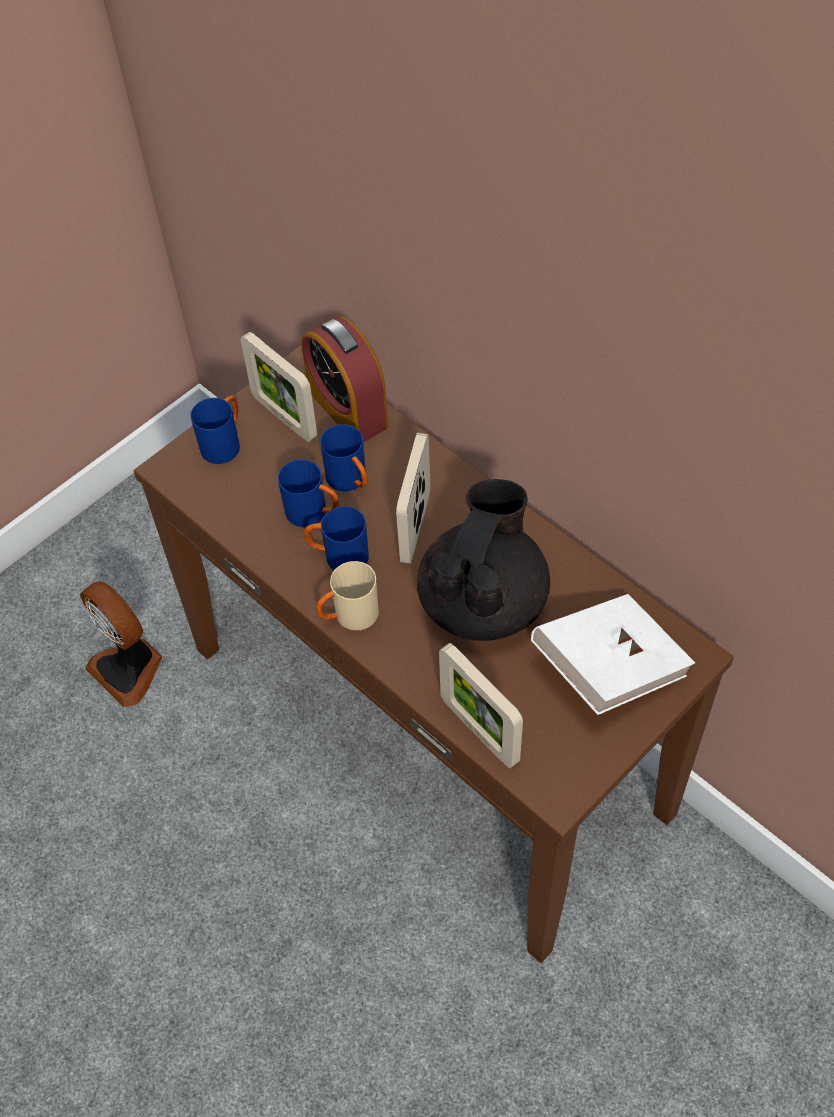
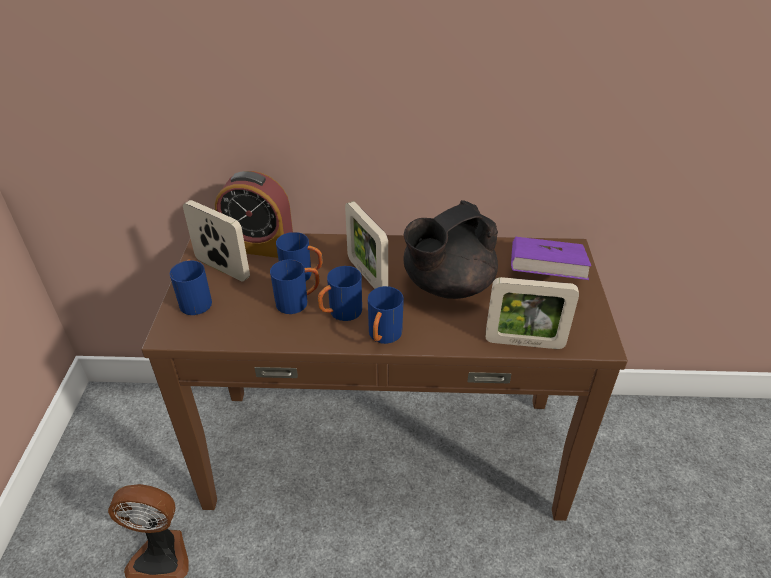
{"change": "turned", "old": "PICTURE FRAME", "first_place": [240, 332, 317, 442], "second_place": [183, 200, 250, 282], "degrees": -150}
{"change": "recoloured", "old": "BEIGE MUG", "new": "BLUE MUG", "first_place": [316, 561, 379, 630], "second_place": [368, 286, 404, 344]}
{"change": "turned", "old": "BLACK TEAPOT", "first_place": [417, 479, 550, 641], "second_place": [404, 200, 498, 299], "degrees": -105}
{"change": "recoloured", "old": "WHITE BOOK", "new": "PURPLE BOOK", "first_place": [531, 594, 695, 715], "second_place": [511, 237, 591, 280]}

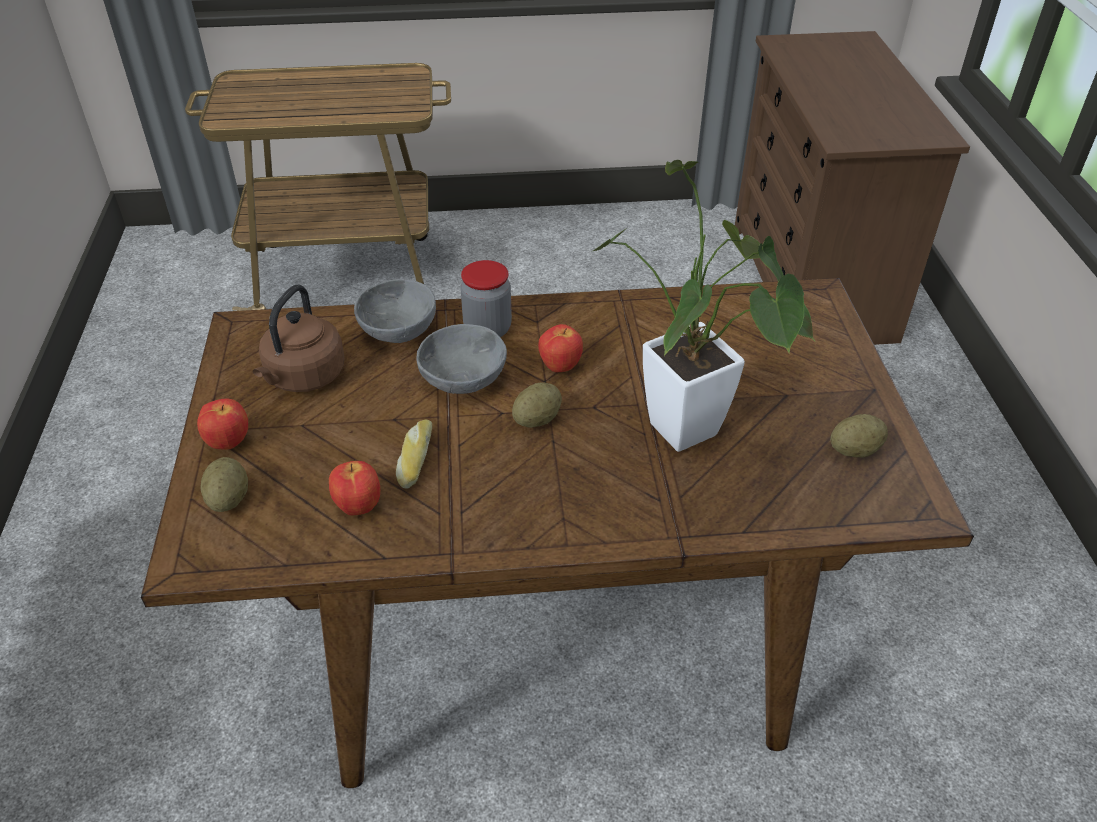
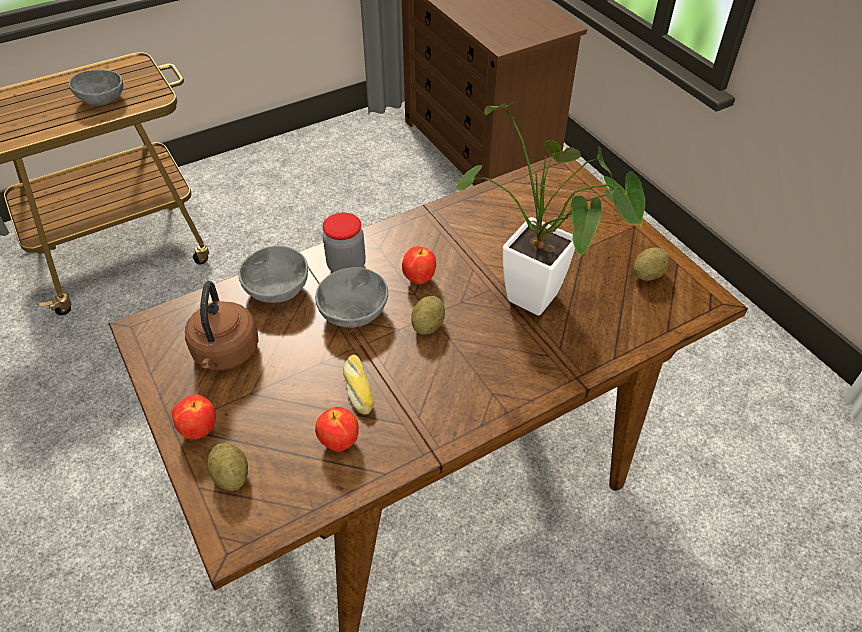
{"change": "added", "new": "GREY BOWL", "second_place": [69, 70, 123, 105]}

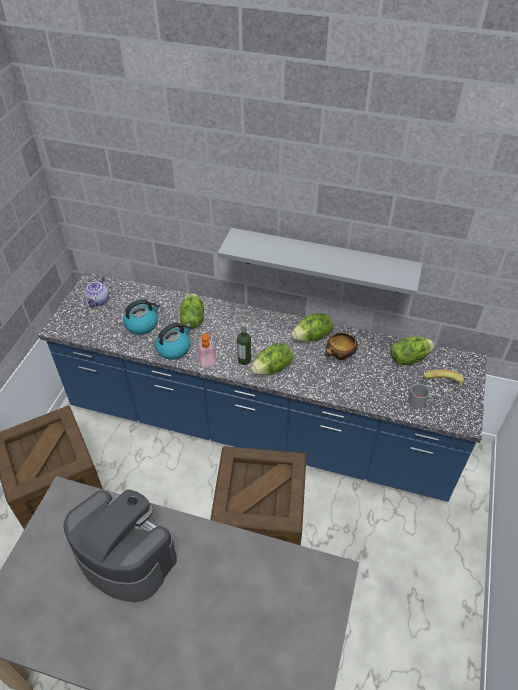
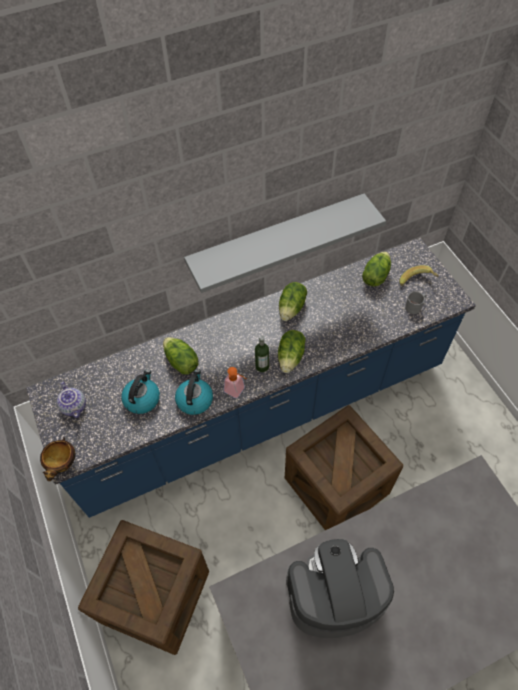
{"change": "moved", "old": "BOWL", "first_place": [325, 332, 358, 360], "second_place": [40, 437, 75, 481]}

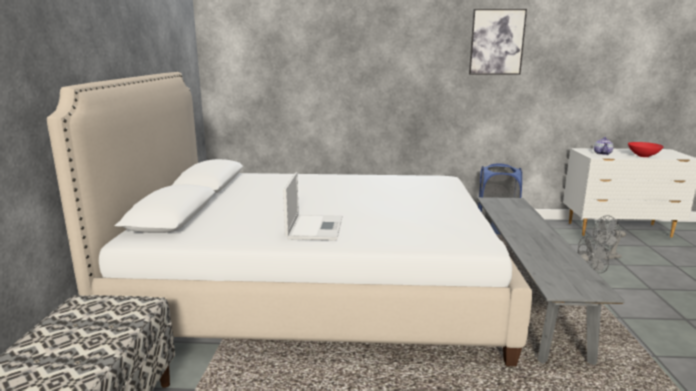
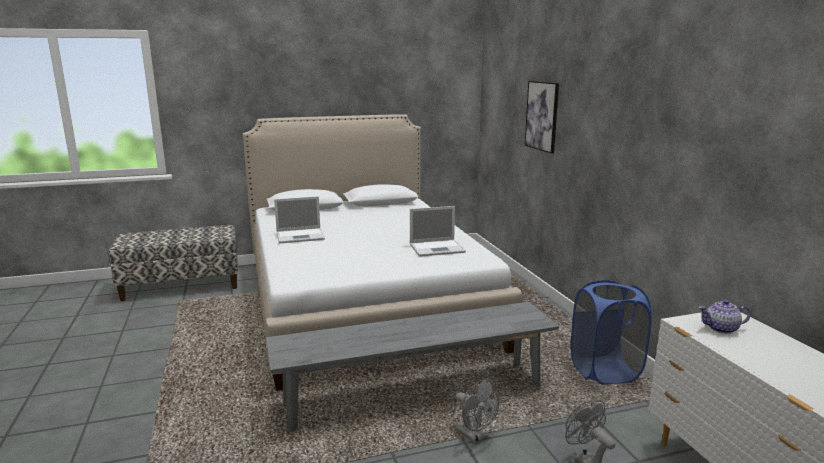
{"change": "added", "new": "LAPTOP", "second_place": [410, 206, 466, 257]}
{"change": "moved", "old": "PICTURE", "first_place": [469, 9, 527, 75], "second_place": [525, 81, 559, 154]}
{"change": "removed", "old": "RED BOWL", "first_place": [628, 142, 664, 157]}

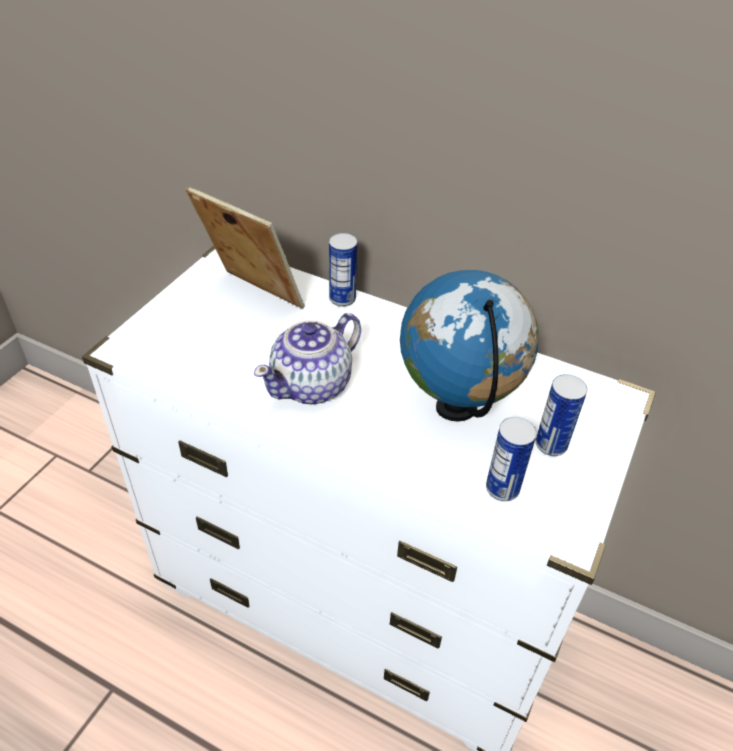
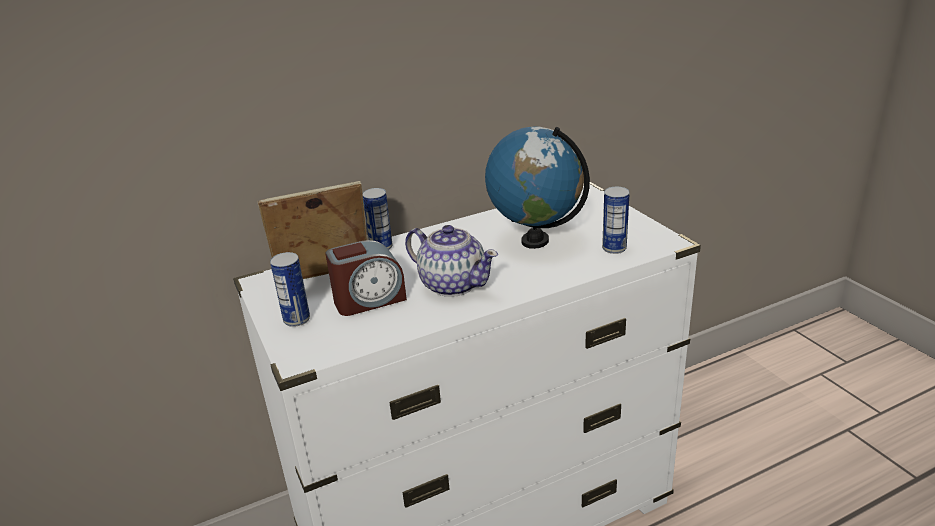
{"change": "moved", "old": "CAN", "first_place": [536, 374, 588, 456], "second_place": [270, 252, 310, 327]}
{"change": "added", "new": "ALARM CLOCK", "second_place": [325, 240, 407, 316]}
{"change": "turned", "old": "TEAPOT", "first_place": [254, 313, 361, 405], "second_place": [405, 225, 498, 297], "degrees": -45}

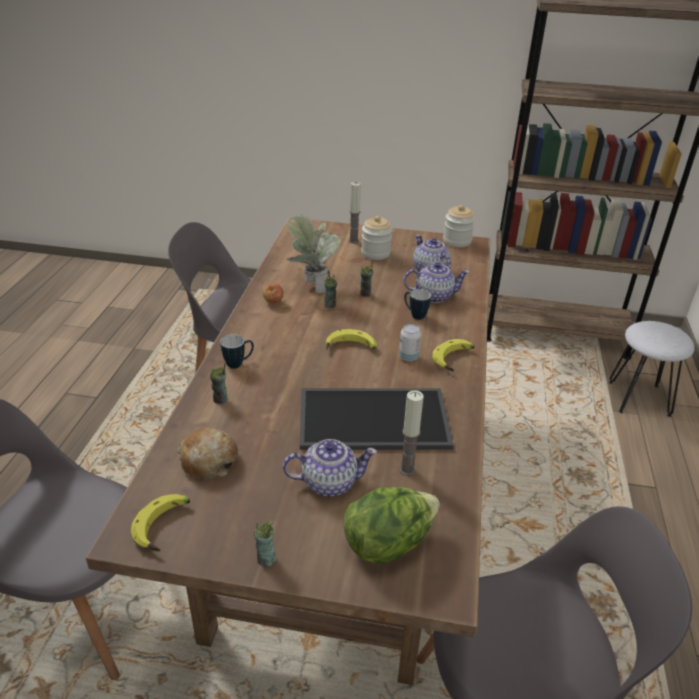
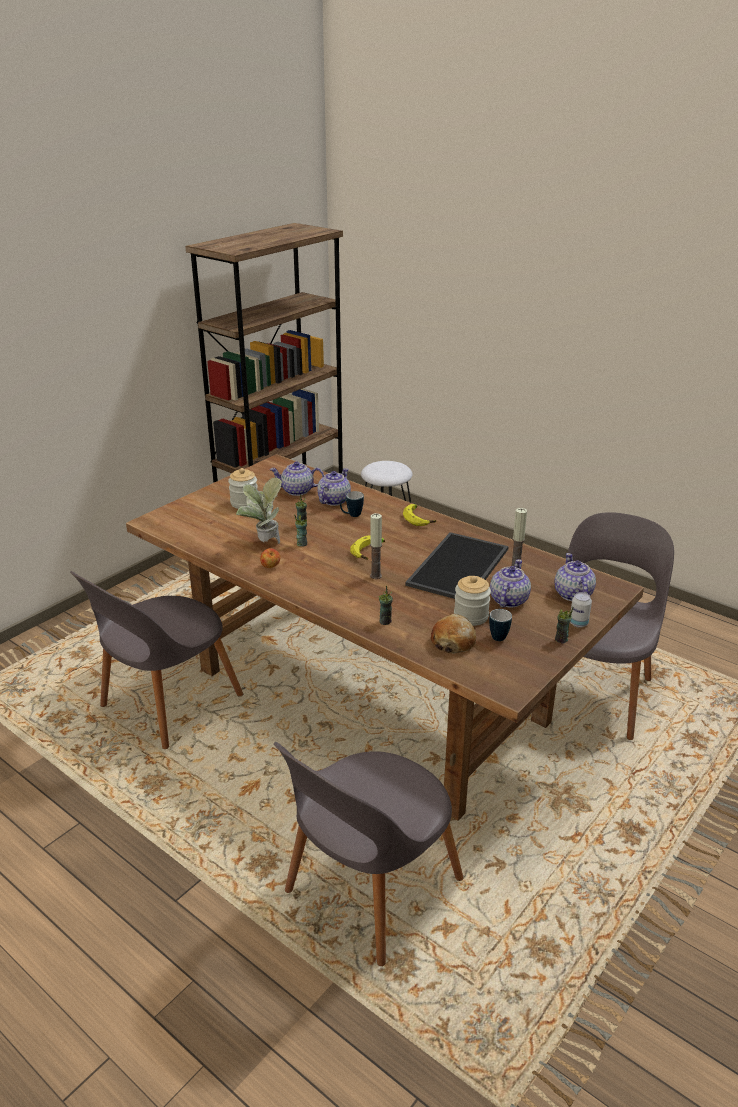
{"change": "moved", "old": "CANDLE", "first_place": [349, 182, 361, 244], "second_place": [370, 513, 382, 579]}
{"change": "moved", "old": "JAR", "first_place": [443, 205, 475, 247], "second_place": [454, 576, 491, 626]}
{"change": "moved", "old": "MUG", "first_place": [220, 334, 254, 369], "second_place": [489, 609, 512, 641]}
{"change": "replaced", "old": "LETTUCE", "new": "TEAPOT", "first_place": [343, 487, 440, 563], "second_place": [554, 553, 596, 601]}
{"change": "moved", "old": "CAN", "first_place": [399, 324, 421, 361], "second_place": [570, 592, 592, 628]}
{"change": "removed", "old": "BANANA", "first_place": [131, 494, 190, 551]}

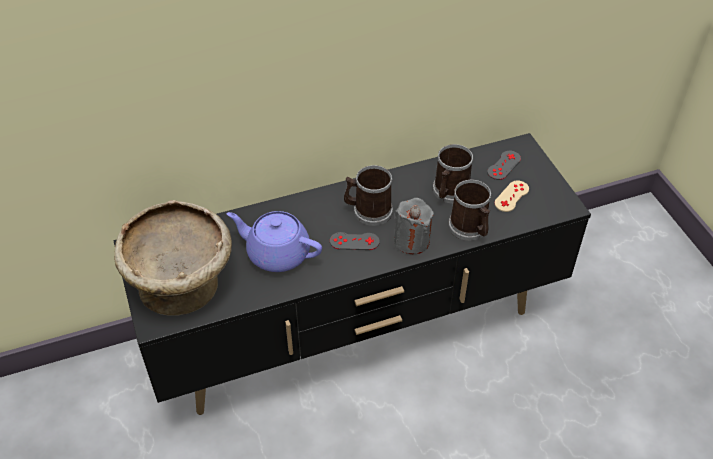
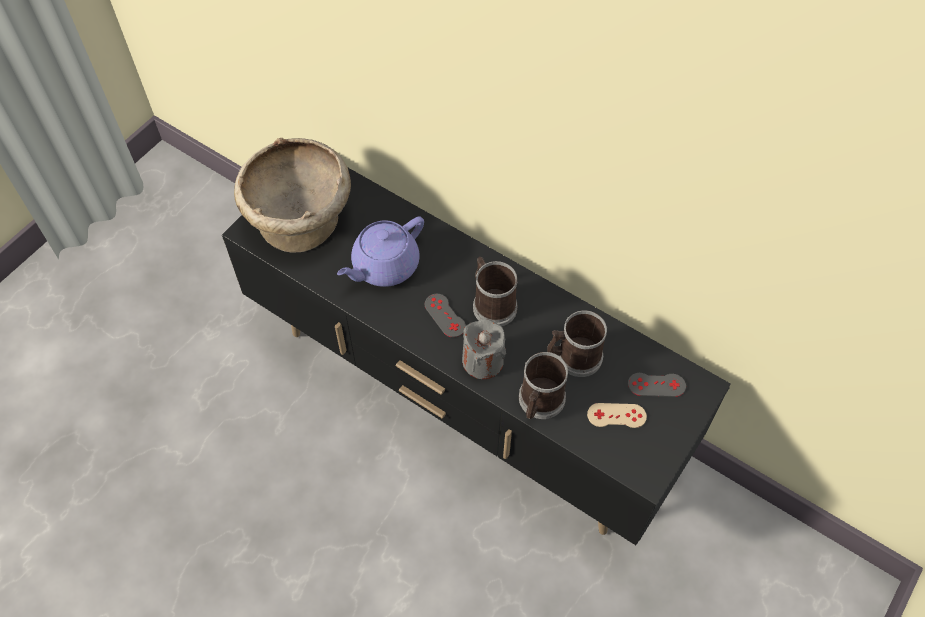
{"change": "turned", "old": "PURPLE TEAPOT", "first_place": [227, 211, 322, 272], "second_place": [337, 217, 424, 287], "degrees": -120}

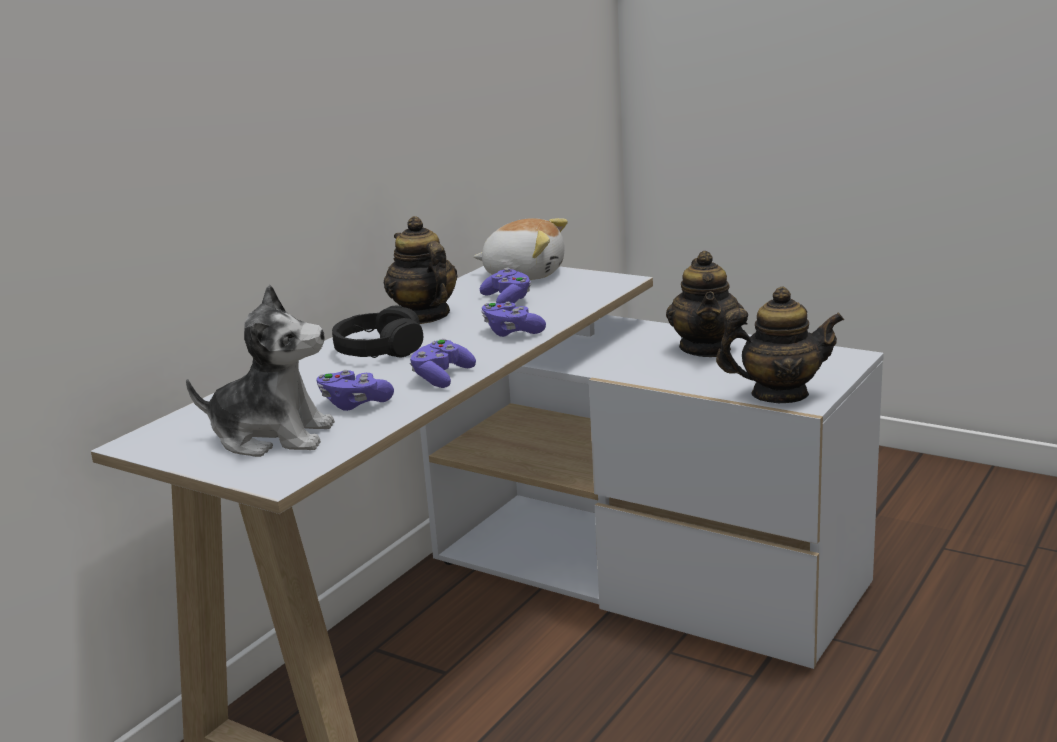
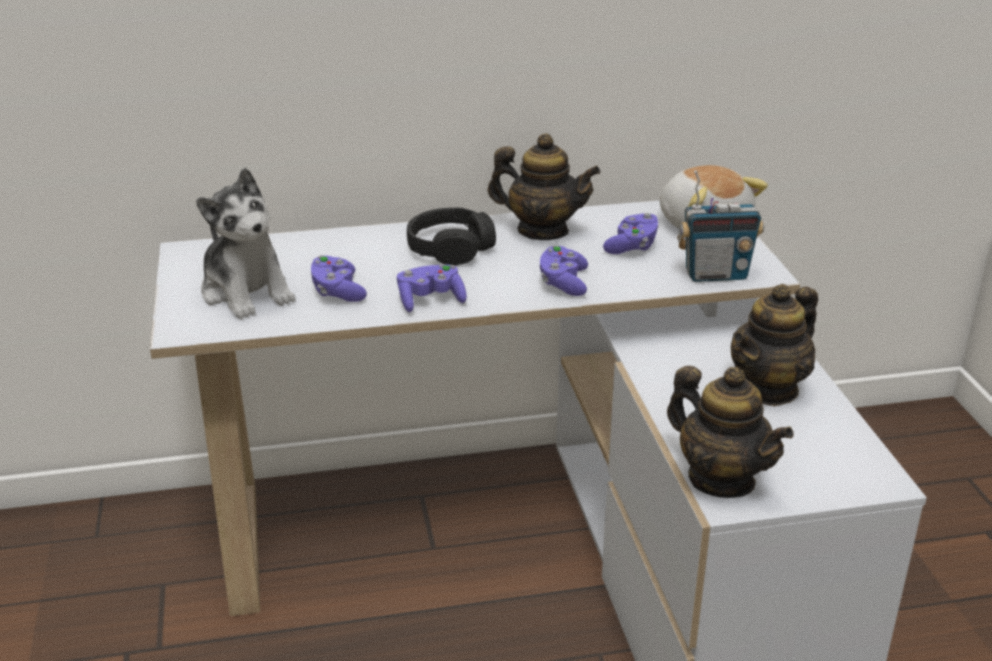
{"change": "turned", "old": "TEAPOT", "first_place": [384, 216, 457, 324], "second_place": [488, 133, 600, 240], "degrees": 90}
{"change": "added", "new": "RADIO", "second_place": [678, 170, 764, 282]}

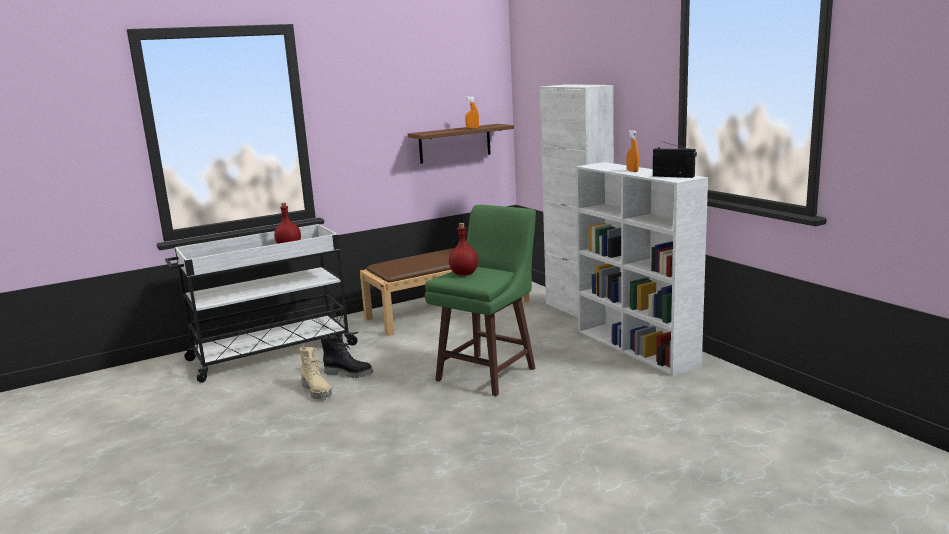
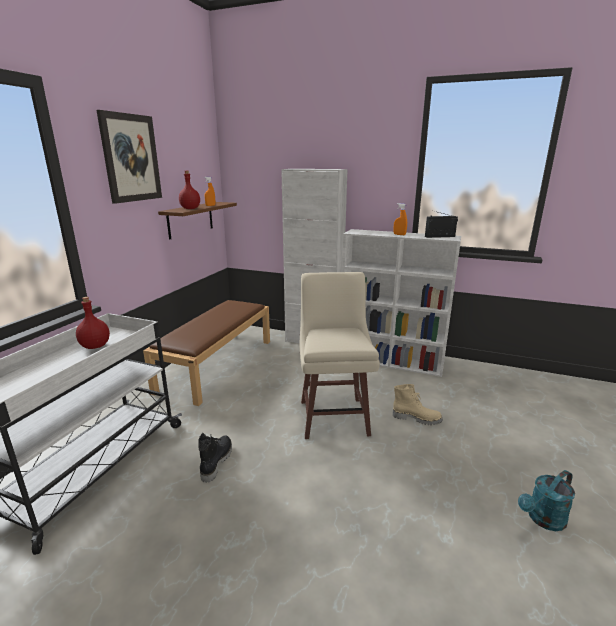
{"change": "added", "new": "PICTURE", "second_place": [96, 110, 162, 204]}
{"change": "moved", "old": "RED BOTTLE", "first_place": [449, 223, 478, 275], "second_place": [179, 171, 200, 209]}
{"change": "turned", "old": "BLACK BOOT", "first_place": [320, 334, 373, 378], "second_place": [198, 433, 232, 483], "degrees": -60}
{"change": "recoloured", "old": "GREEN STOOL", "new": "BEIGE STOOL", "first_place": [425, 205, 536, 396], "second_place": [299, 272, 380, 439]}
{"change": "moved", "old": "BEIGE BOOT", "first_place": [299, 347, 332, 399], "second_place": [393, 384, 443, 425]}
{"change": "added", "new": "TURQUOISE WATERING CAN", "second_place": [518, 470, 575, 531]}

